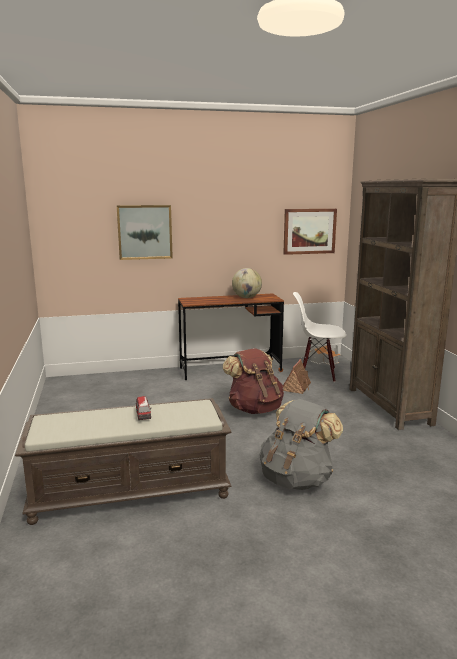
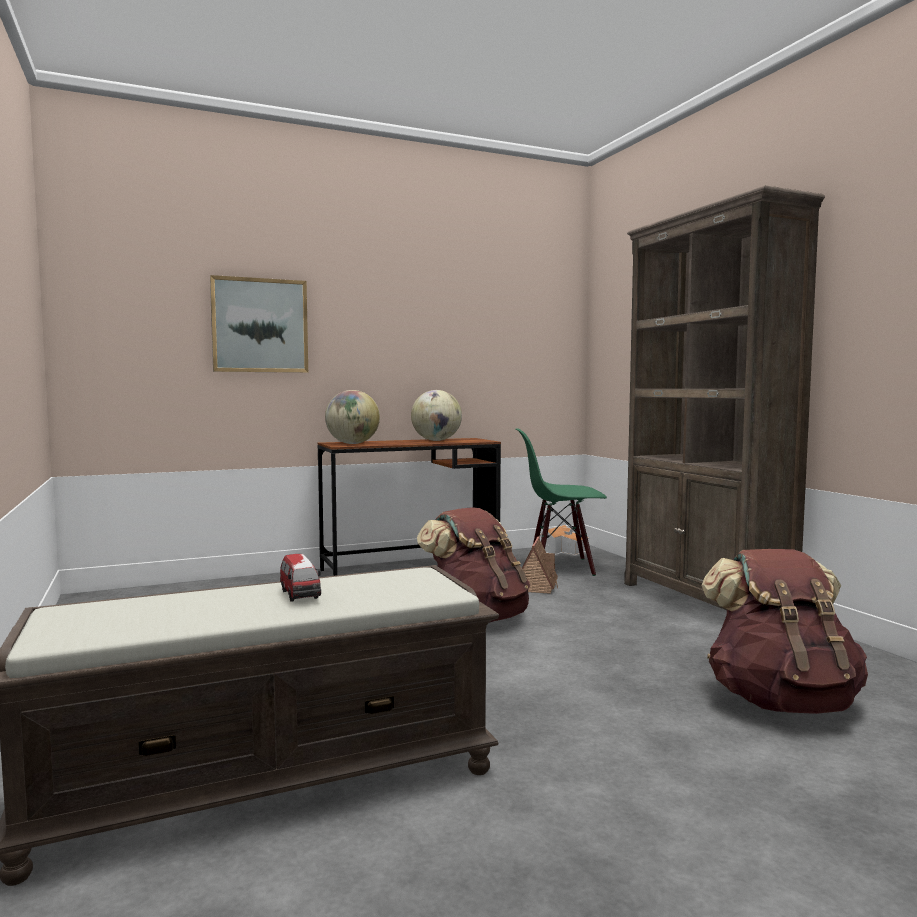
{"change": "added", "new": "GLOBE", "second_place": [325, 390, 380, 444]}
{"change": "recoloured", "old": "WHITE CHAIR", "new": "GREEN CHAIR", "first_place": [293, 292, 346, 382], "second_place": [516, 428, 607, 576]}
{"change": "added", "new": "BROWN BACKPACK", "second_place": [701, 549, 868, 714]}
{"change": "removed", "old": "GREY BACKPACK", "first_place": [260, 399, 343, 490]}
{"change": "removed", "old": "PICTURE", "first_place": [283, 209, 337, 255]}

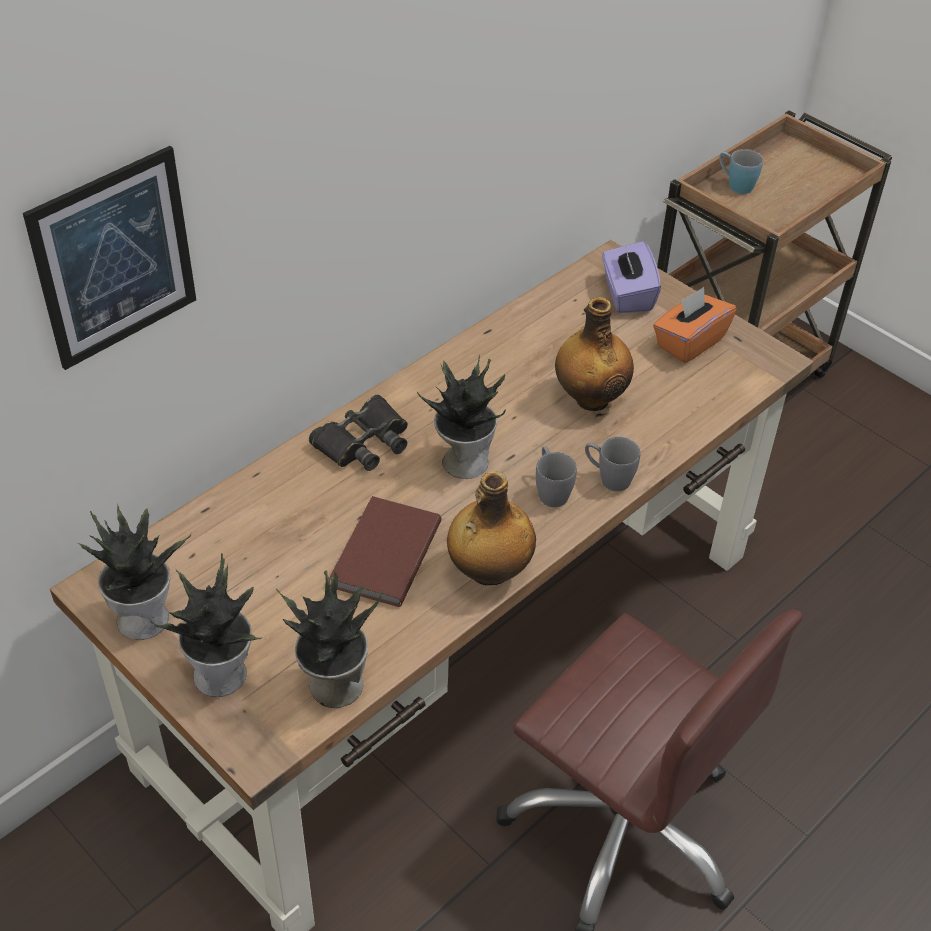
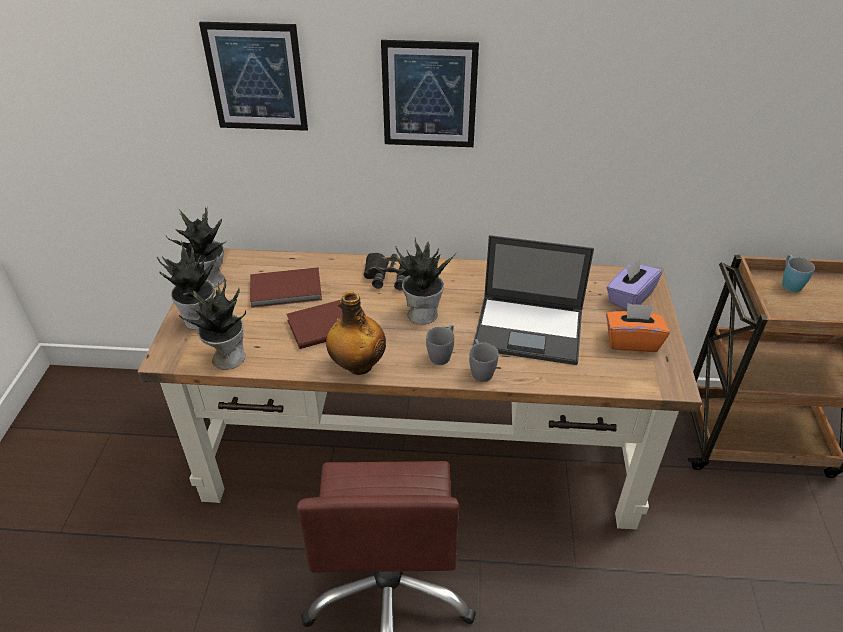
{"change": "added", "new": "BROWN BOOK", "second_place": [250, 267, 322, 308]}
{"change": "added", "new": "PICTURE", "second_place": [381, 40, 479, 147]}
{"change": "replaced", "old": "BOTTLE", "new": "LAPTOP", "first_place": [555, 297, 634, 411], "second_place": [473, 235, 594, 365]}

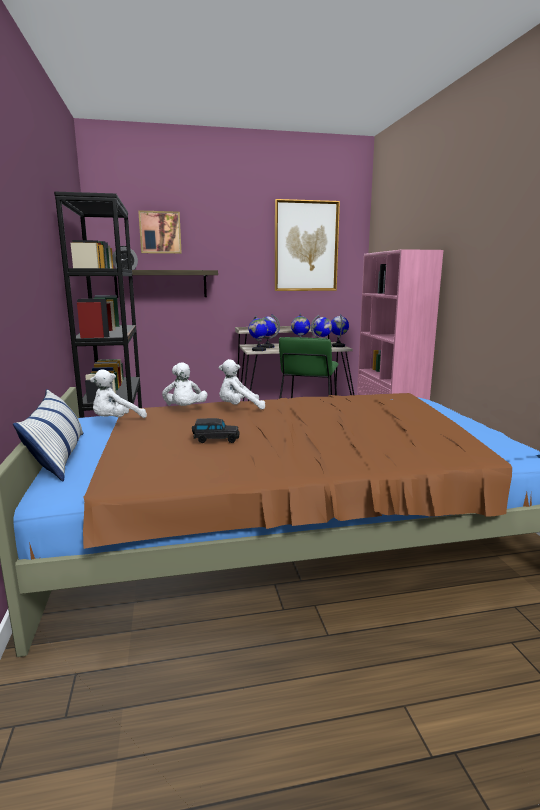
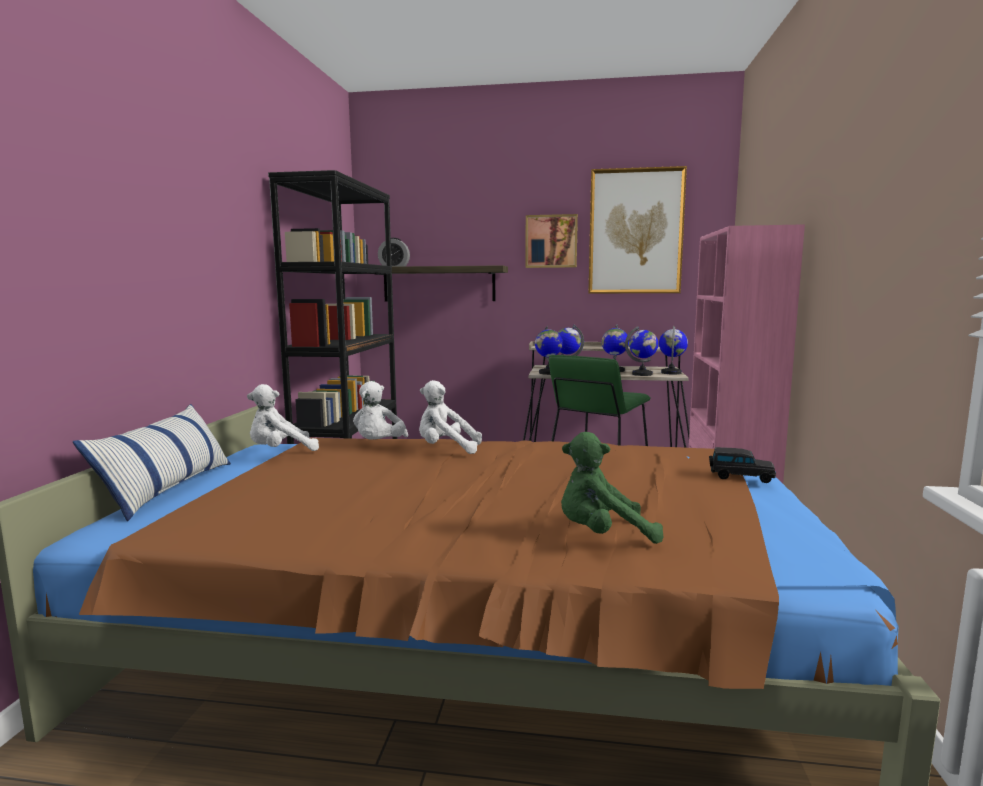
{"change": "moved", "old": "PICTURE", "first_place": [138, 210, 182, 254], "second_place": [525, 214, 578, 268]}
{"change": "added", "new": "GREEN PLUSH TOY", "second_place": [561, 432, 663, 544]}
{"change": "moved", "old": "BLACK TOY CAR", "first_place": [192, 418, 239, 443], "second_place": [709, 447, 776, 483]}

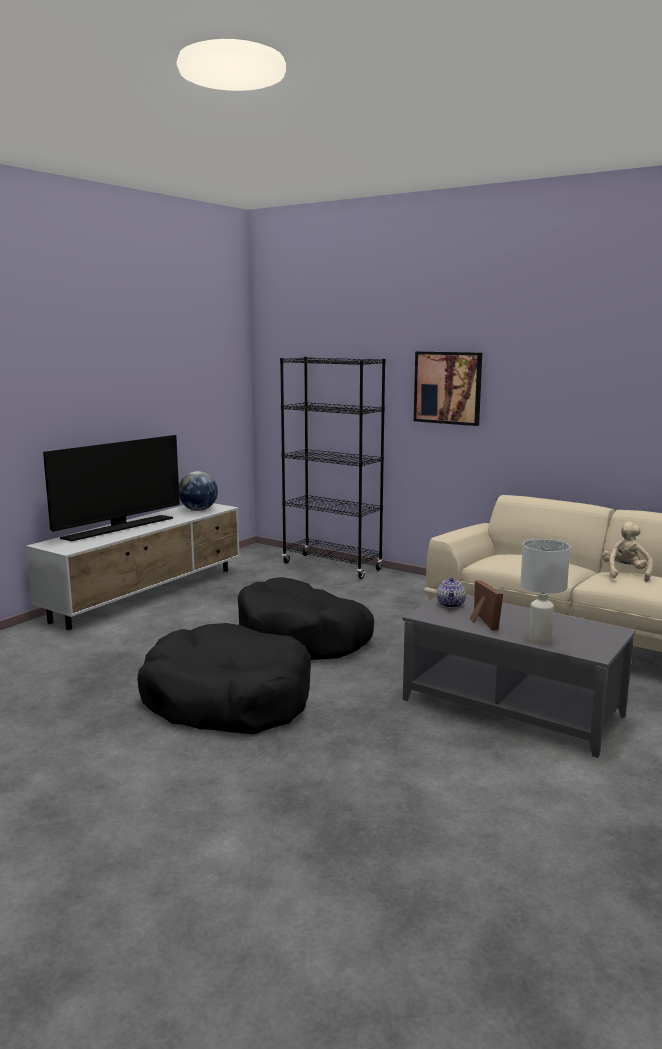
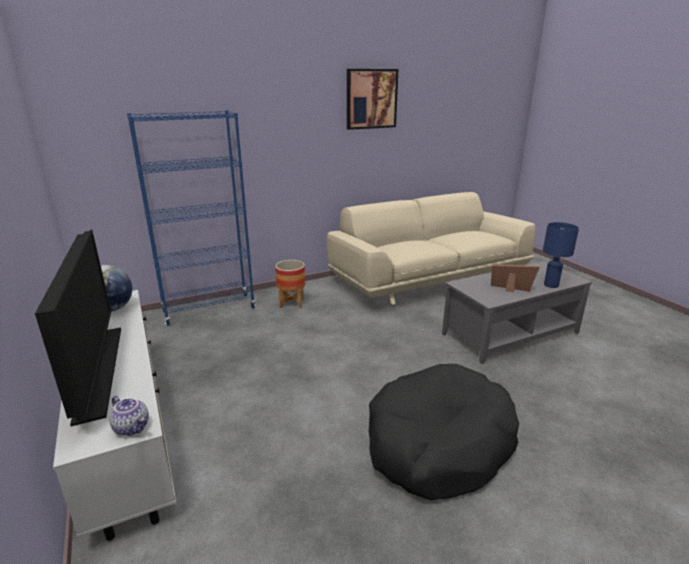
{"change": "moved", "old": "TEAPOT", "first_place": [437, 577, 466, 608], "second_place": [109, 396, 149, 436]}
{"change": "recoloured", "old": "BLACK BOOKCASE", "new": "BLUE BOOKCASE", "first_place": [280, 357, 386, 579], "second_place": [127, 110, 255, 326]}
{"change": "added", "new": "PLANTER", "second_place": [275, 260, 305, 308]}
{"change": "moved", "old": "PICTURE", "first_place": [414, 351, 482, 426], "second_place": [347, 69, 398, 130]}
{"change": "recoloured", "old": "WHITE TABLE LAMP", "new": "BLUE TABLE LAMP", "first_place": [520, 539, 570, 644], "second_place": [543, 222, 579, 288]}
{"change": "removed", "old": "BLACK DOG BED", "first_place": [238, 577, 374, 660]}
{"change": "removed", "old": "BEIGE PLUSH TOY", "first_place": [602, 522, 653, 582]}

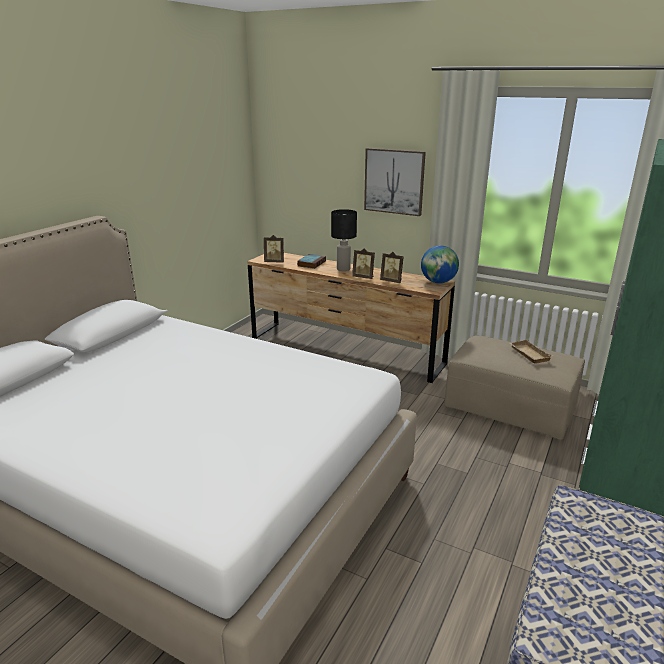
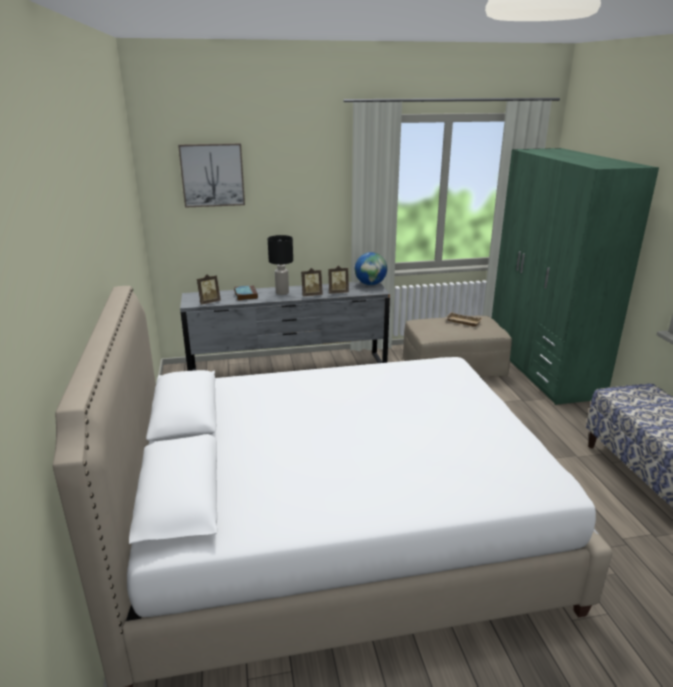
{"change": "moved", "old": "PICTURE", "first_place": [364, 148, 426, 216], "second_place": [178, 143, 245, 208]}
{"change": "recoloured", "old": "BROWN DRESSER", "new": "GREY DRESSER", "first_place": [247, 253, 455, 383], "second_place": [180, 282, 390, 371]}

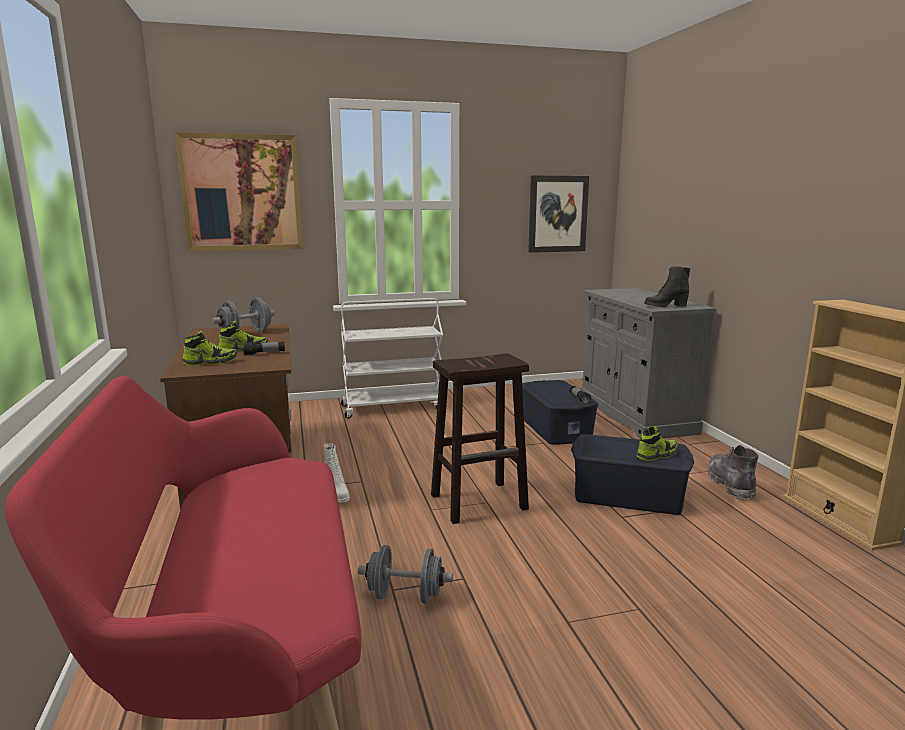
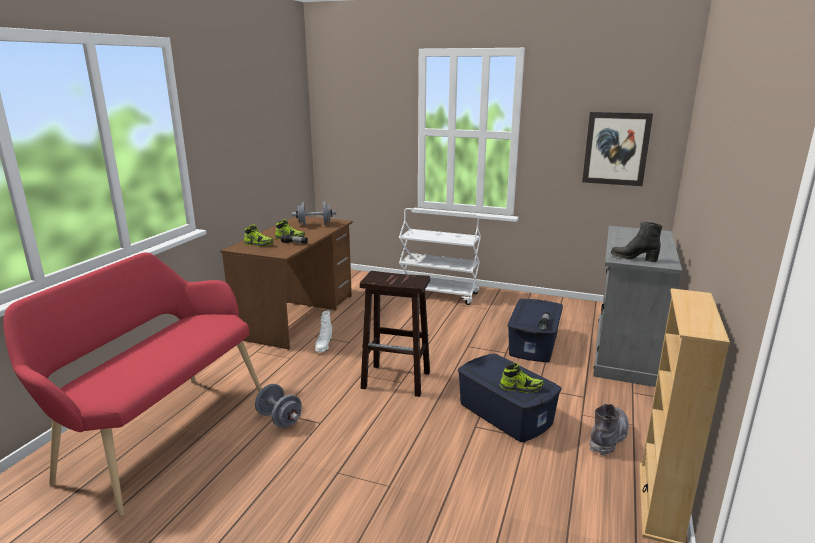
{"change": "removed", "old": "PICTURE", "first_place": [175, 132, 303, 251]}

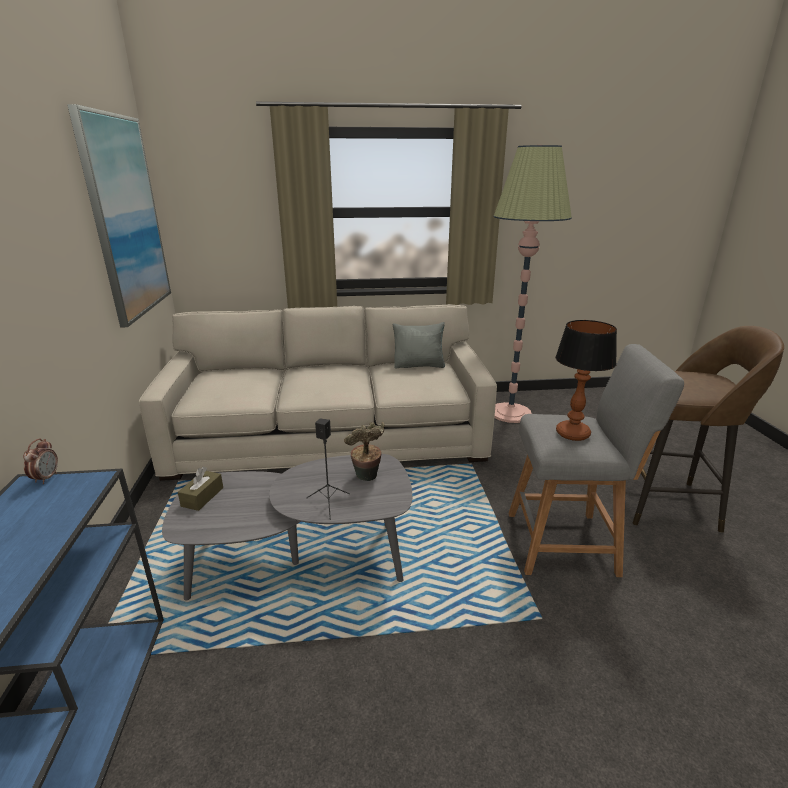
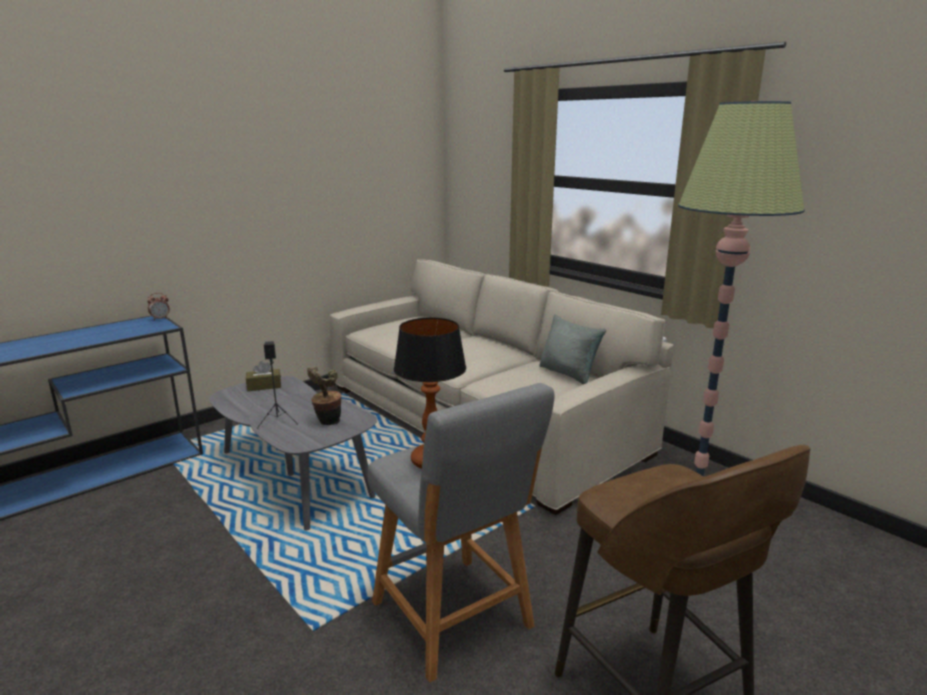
{"change": "removed", "old": "PICTURE", "first_place": [67, 104, 171, 328]}

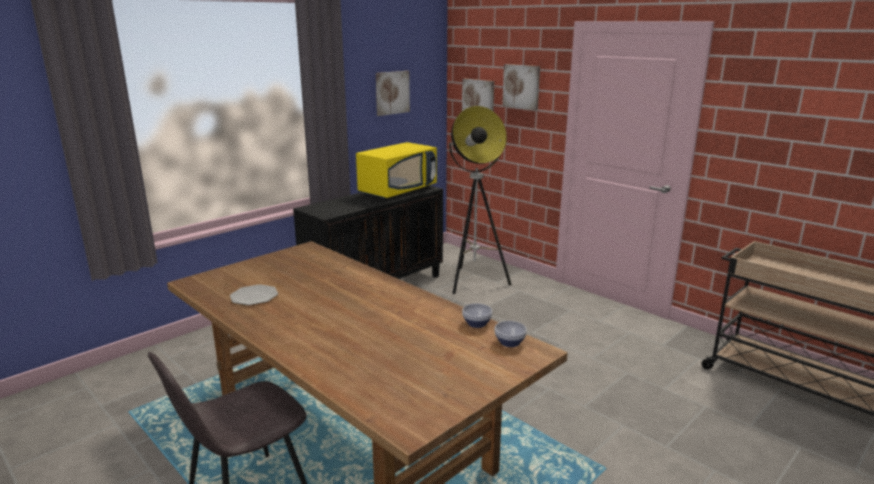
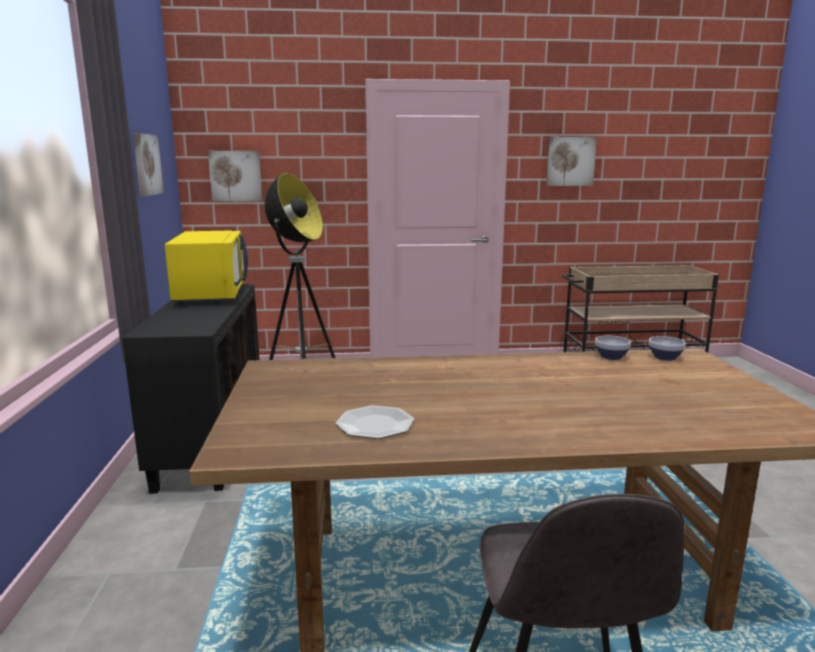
{"change": "moved", "old": "PICTURE", "first_place": [502, 64, 540, 111], "second_place": [546, 137, 597, 186]}

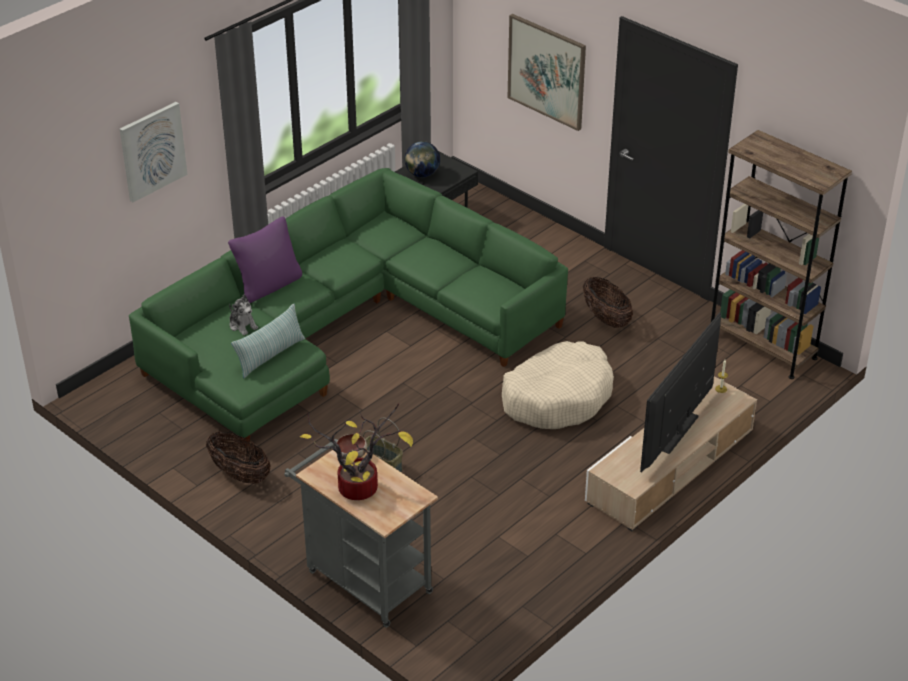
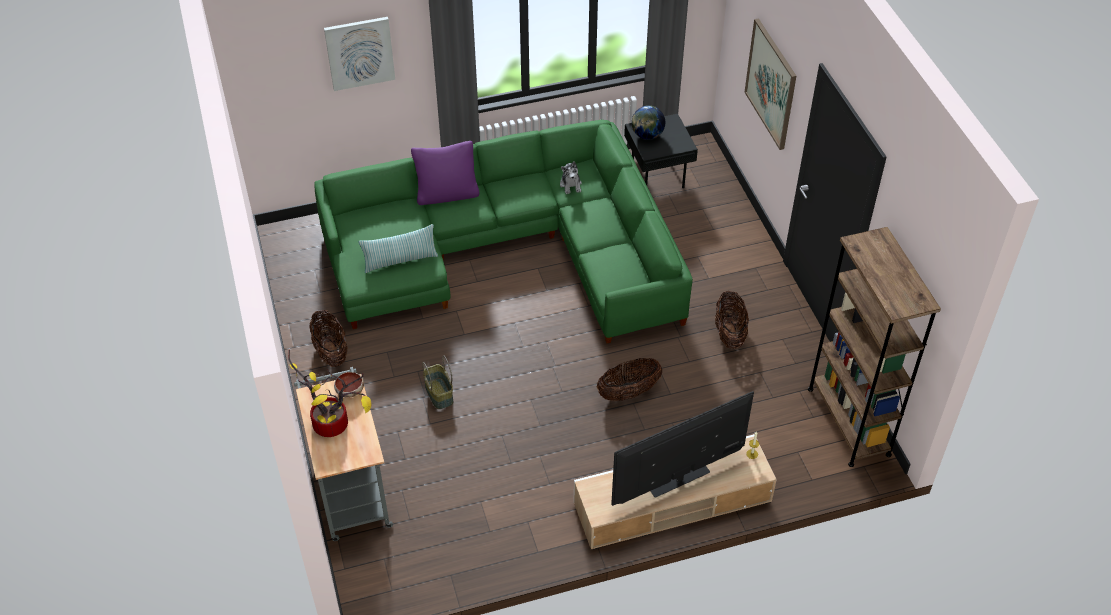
{"change": "moved", "old": "PLUSH TOY", "first_place": [229, 295, 258, 336], "second_place": [560, 161, 582, 194]}
{"change": "replaced", "old": "BEIGE DOG BED", "new": "BASKET", "first_place": [502, 341, 614, 429], "second_place": [597, 358, 662, 401]}

